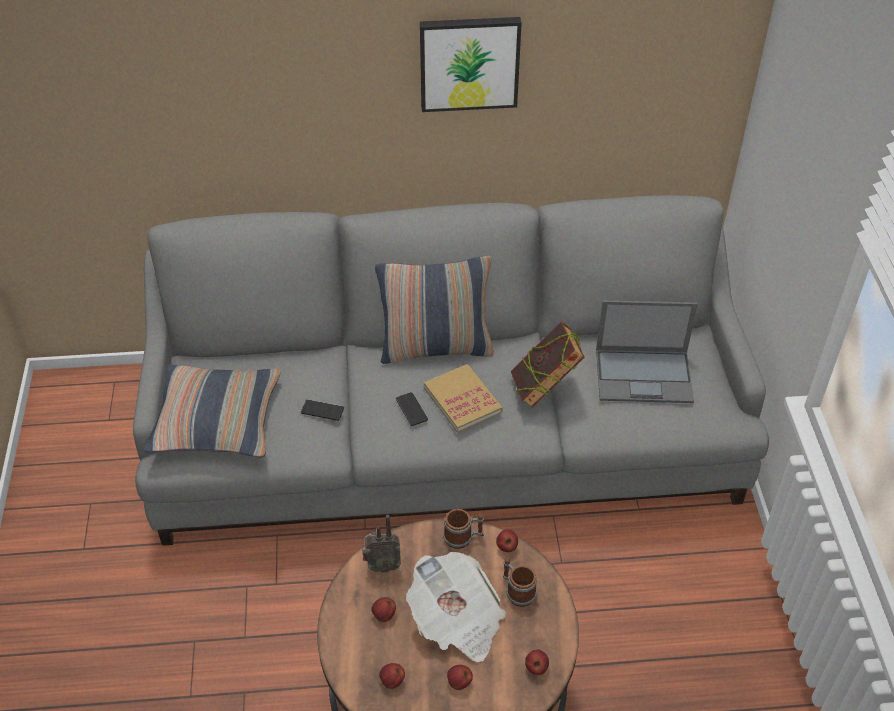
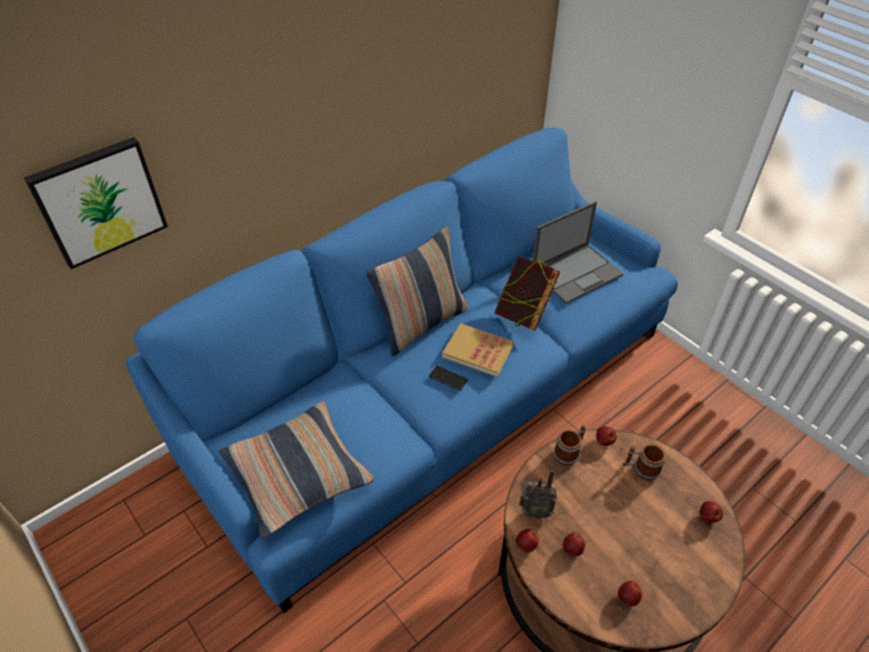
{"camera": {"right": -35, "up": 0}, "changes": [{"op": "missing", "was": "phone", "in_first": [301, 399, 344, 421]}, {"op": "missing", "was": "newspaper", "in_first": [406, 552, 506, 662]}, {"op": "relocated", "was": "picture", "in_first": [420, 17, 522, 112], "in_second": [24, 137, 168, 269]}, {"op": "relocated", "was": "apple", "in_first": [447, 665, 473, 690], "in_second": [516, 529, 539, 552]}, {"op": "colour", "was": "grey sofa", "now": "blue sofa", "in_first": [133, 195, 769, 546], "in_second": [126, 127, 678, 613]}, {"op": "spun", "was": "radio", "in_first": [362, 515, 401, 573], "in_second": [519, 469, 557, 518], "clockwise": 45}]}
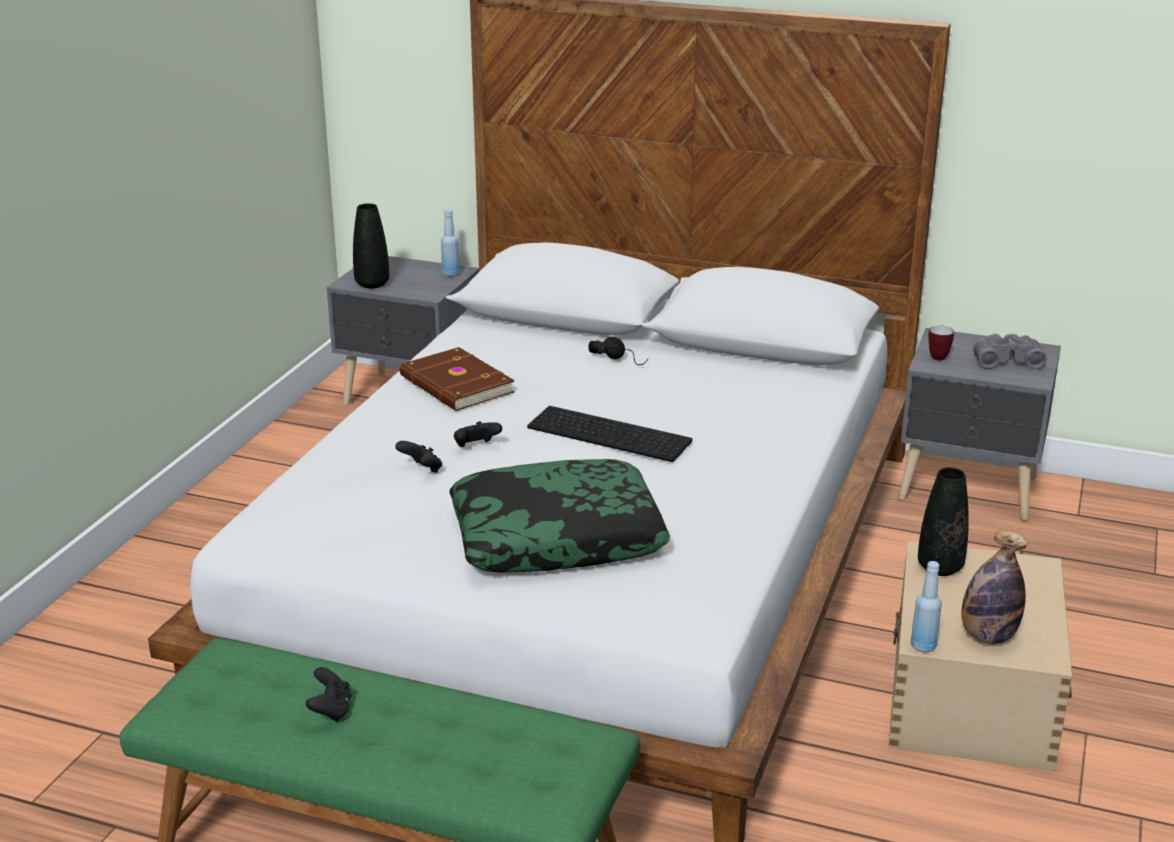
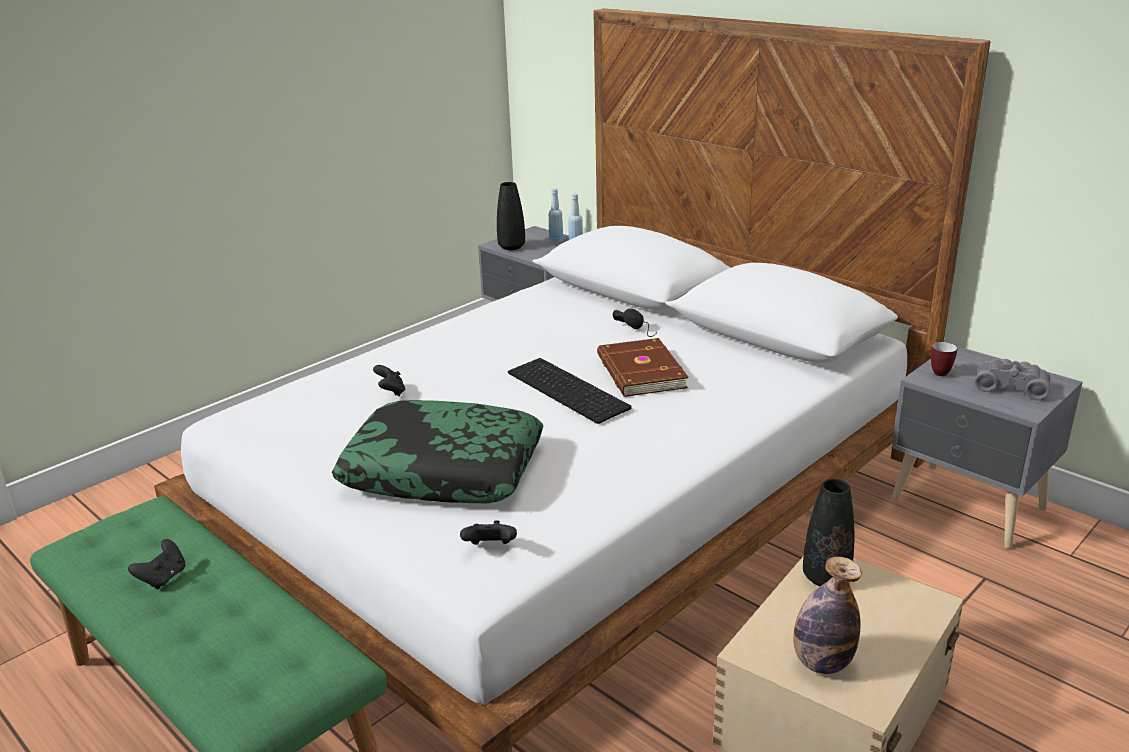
{"camera": {"right": 25, "up": 0}, "changes": [{"op": "relocated", "was": "brown book", "in_first": [399, 347, 515, 411], "in_second": [597, 338, 688, 397]}, {"op": "relocated", "was": "black game controller", "in_first": [454, 421, 502, 447], "in_second": [460, 520, 517, 545]}, {"op": "relocated", "was": "blue bottle", "in_first": [911, 561, 942, 652], "in_second": [548, 188, 563, 243]}]}
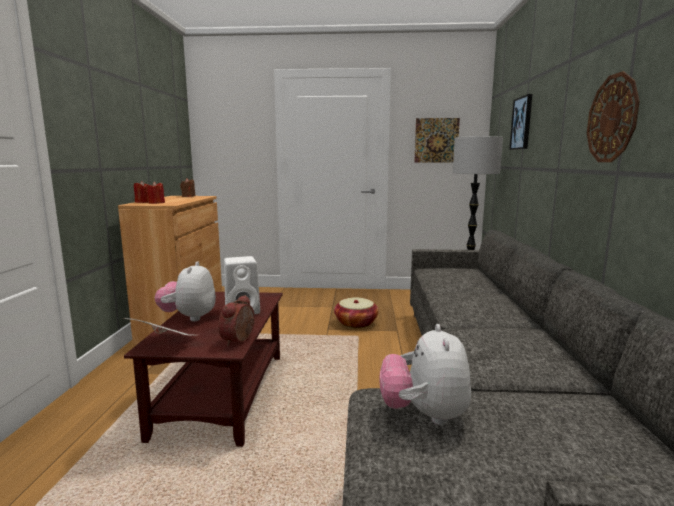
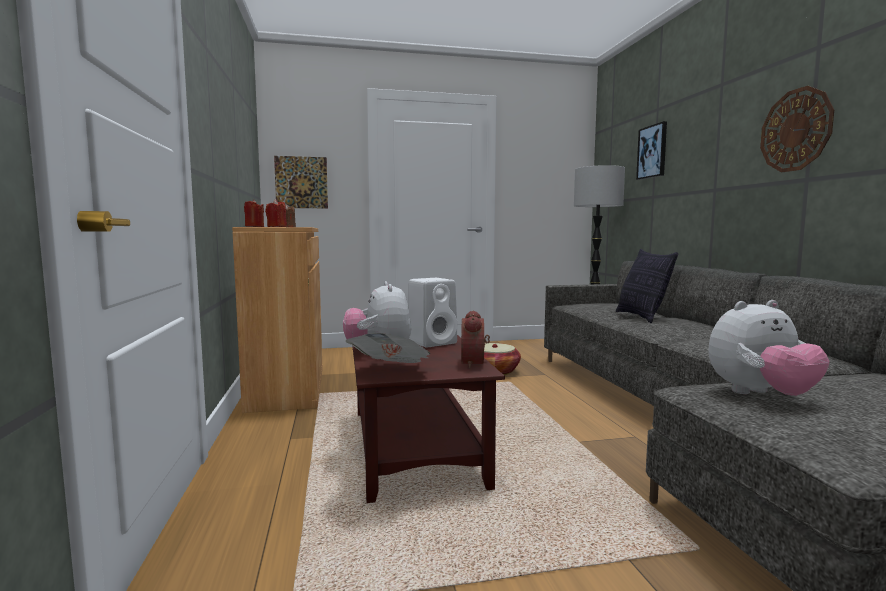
{"camera": {"right": -15, "up": -5}, "changes": [{"op": "appeared", "now": "pillow", "in_second": [616, 249, 678, 323]}, {"op": "relocated", "was": "picture", "in_first": [414, 118, 460, 162], "in_second": [274, 156, 328, 208]}, {"op": "spun", "was": "plush toy", "in_first": [379, 324, 471, 425], "in_second": [708, 300, 830, 396], "clockwise": -90}]}
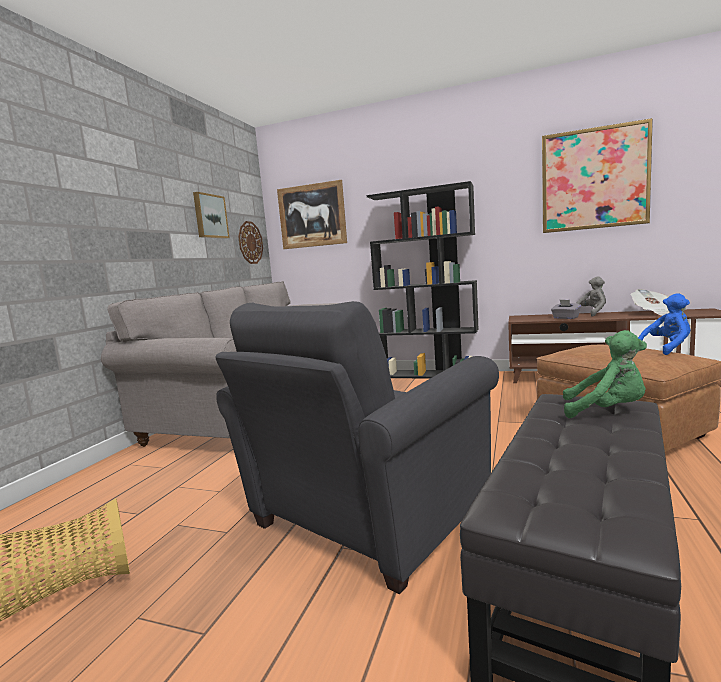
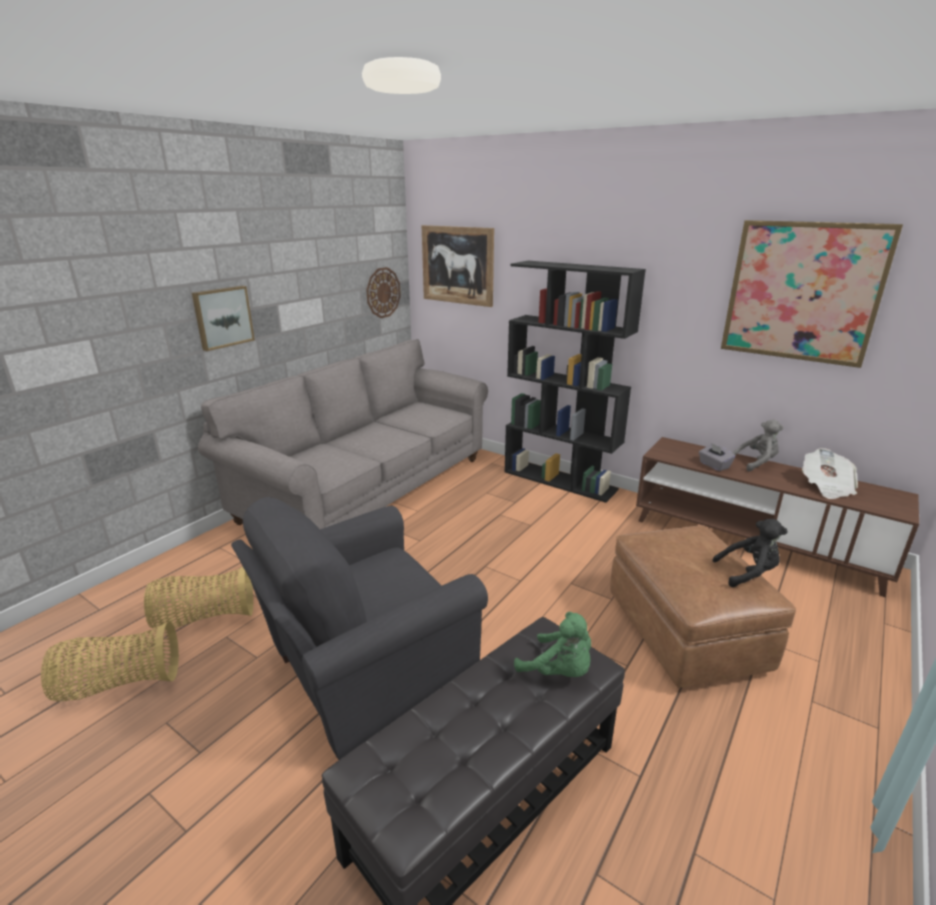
{"camera": {"right": 15, "up": 15}, "changes": [{"op": "appeared", "now": "basket", "in_second": [144, 567, 253, 629]}, {"op": "relocated", "was": "picture", "in_first": [193, 192, 230, 239], "in_second": [192, 286, 255, 351]}, {"op": "colour", "was": "blue plush toy", "now": "black plush toy", "in_first": [638, 293, 690, 355], "in_second": [712, 519, 788, 587]}]}
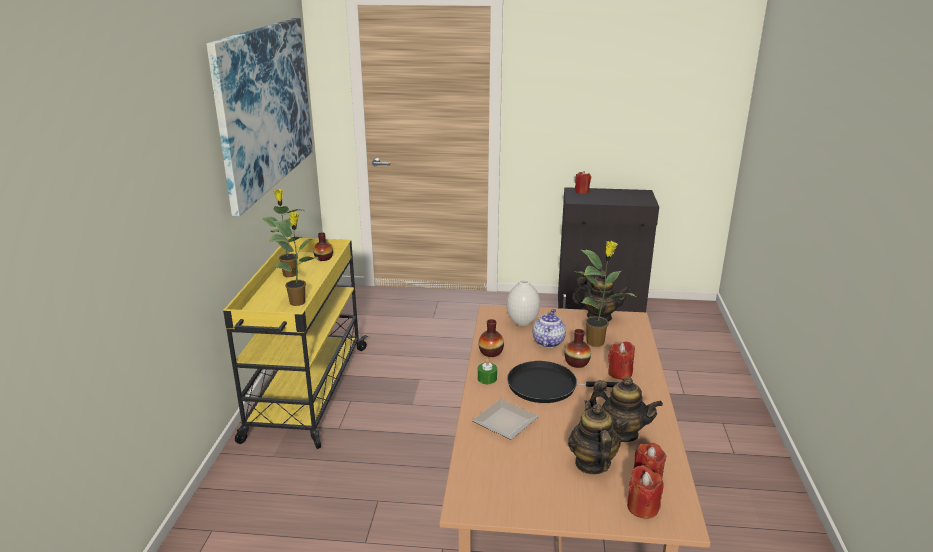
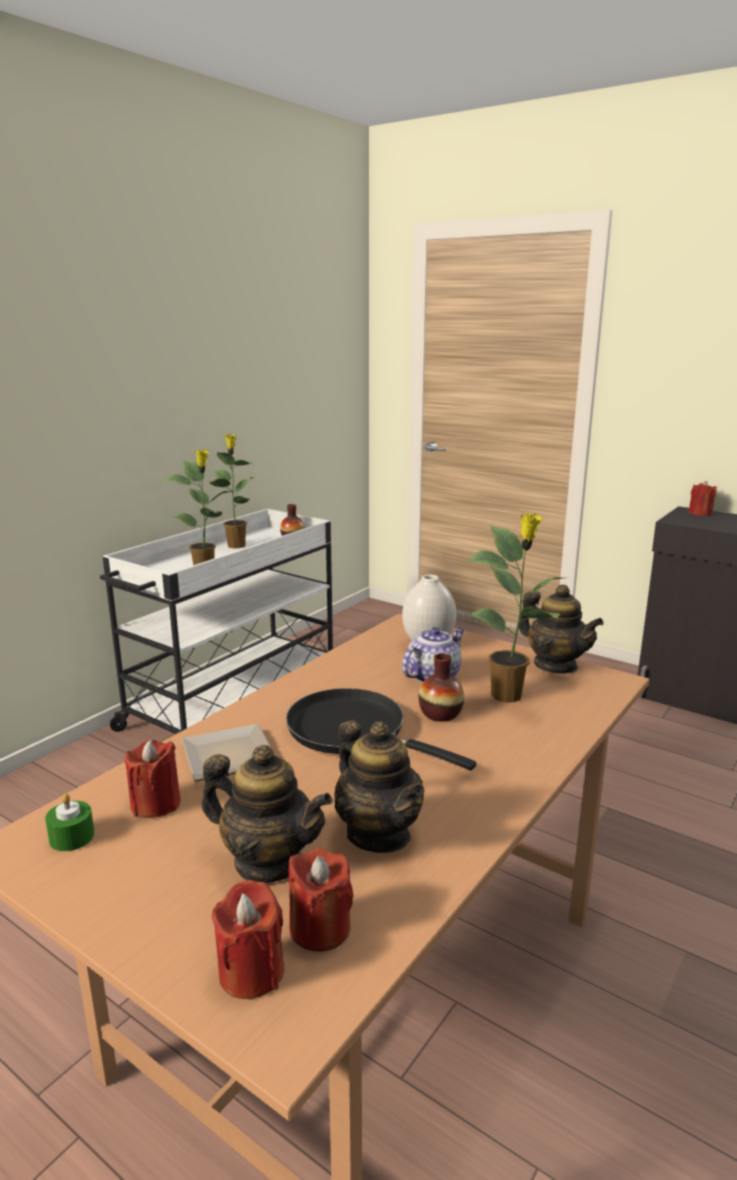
{"camera": {"right": 30, "up": -5}, "changes": [{"op": "missing", "was": "picture", "in_first": [206, 18, 313, 216]}, {"op": "missing", "was": "vase", "in_first": [478, 319, 504, 357]}, {"op": "relocated", "was": "green candle", "in_first": [477, 359, 497, 384], "in_second": [45, 793, 95, 851]}, {"op": "relocated", "was": "red candle", "in_first": [608, 341, 635, 380], "in_second": [125, 740, 181, 818]}, {"op": "colour", "was": "yellow cart", "now": "white cart", "in_first": [223, 237, 368, 449], "in_second": [100, 509, 333, 734]}, {"op": "spun", "was": "teapot", "in_first": [568, 400, 621, 474], "in_second": [202, 745, 332, 883], "clockwise": 90}]}
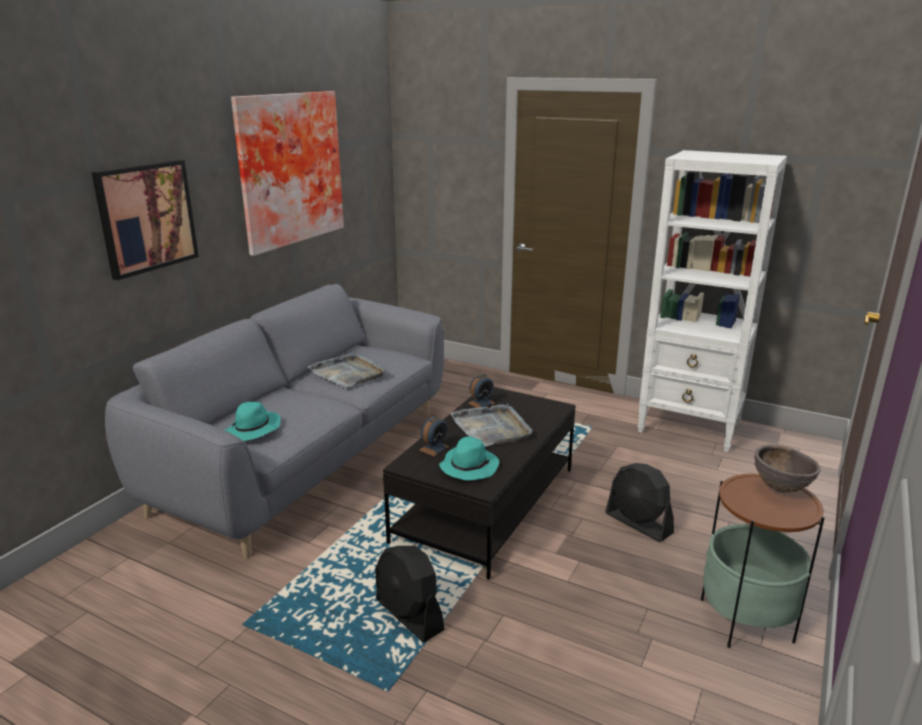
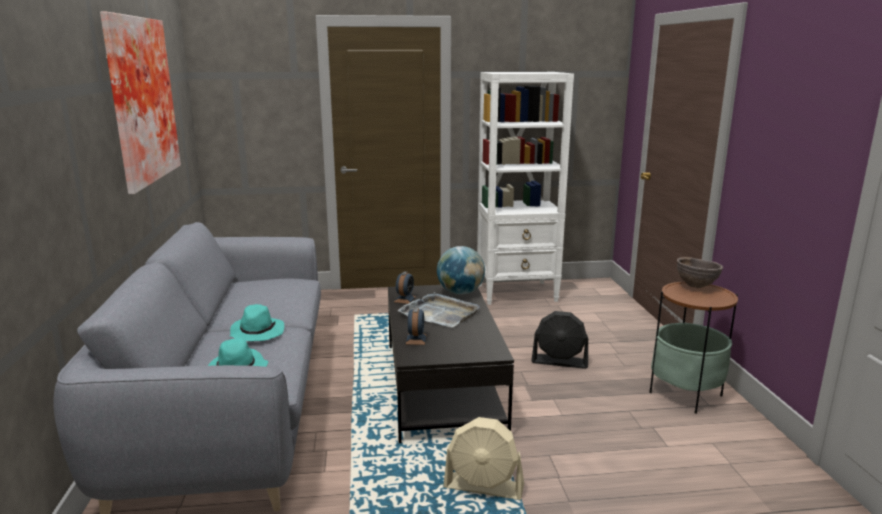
{"camera": {"right": -35, "up": -5}, "changes": [{"op": "missing", "was": "picture", "in_first": [92, 160, 199, 280]}, {"op": "missing", "was": "grey tray", "in_first": [308, 352, 386, 388]}, {"op": "appeared", "now": "globe", "in_second": [437, 246, 485, 295]}, {"op": "relocated", "was": "turquoise hat", "in_first": [439, 436, 499, 480], "in_second": [229, 304, 284, 341]}, {"op": "colour", "was": "black fan", "now": "beige fan", "in_first": [375, 546, 445, 643], "in_second": [443, 417, 524, 500]}]}
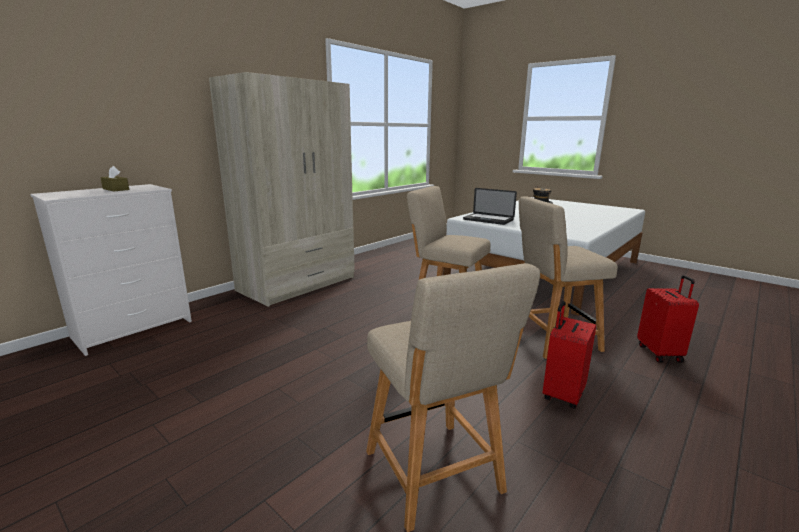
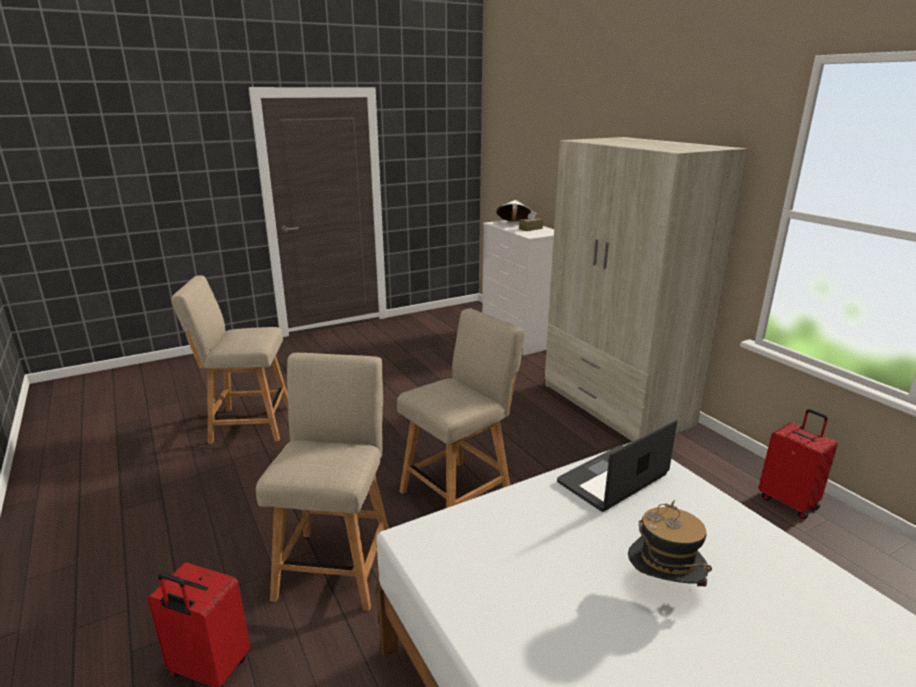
{"camera": {"right": 110, "up": 5}, "changes": [{"op": "appeared", "now": "white hat", "in_second": [496, 200, 531, 222]}, {"op": "relocated", "was": "red suitcase", "in_first": [542, 301, 596, 409], "in_second": [759, 409, 838, 519]}]}
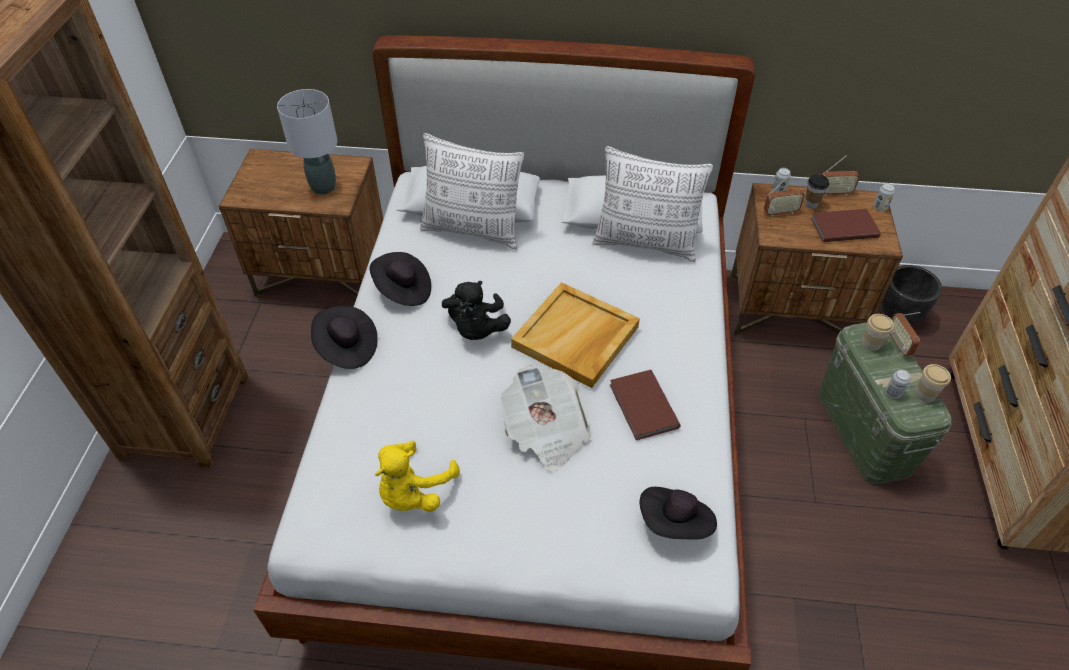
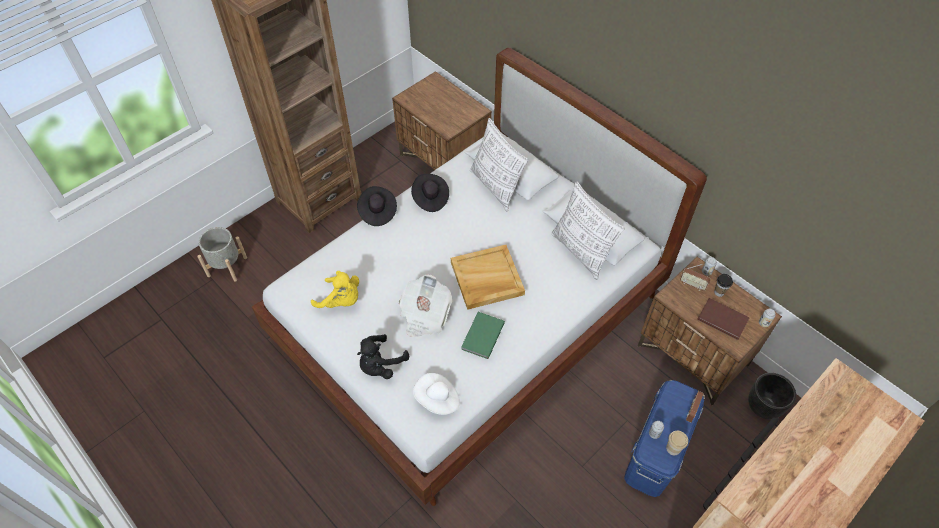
{"camera": {"right": 40, "up": 5}, "changes": [{"op": "missing", "was": "grey table lamp", "in_first": [277, 89, 338, 195]}, {"op": "missing", "was": "radio", "in_first": [822, 155, 860, 196]}, {"op": "missing", "was": "cup", "in_first": [862, 314, 894, 351]}, {"op": "appeared", "now": "grey planter", "in_second": [197, 227, 247, 282]}, {"op": "relocated", "was": "black plush toy", "in_first": [442, 281, 511, 340], "in_second": [357, 334, 409, 379]}, {"op": "colour", "was": "brown book", "now": "green book", "in_first": [610, 370, 681, 440], "in_second": [461, 312, 505, 359]}, {"op": "colour", "was": "black hat", "now": "white hat", "in_first": [640, 487, 717, 540], "in_second": [413, 373, 460, 415]}, {"op": "colour", "was": "green storage box", "now": "blue storage box", "in_first": [818, 322, 952, 484], "in_second": [624, 380, 704, 497]}, {"op": "spun", "was": "yellow plush toy", "in_first": [375, 440, 460, 512], "in_second": [311, 271, 359, 308], "clockwise": -135}]}
